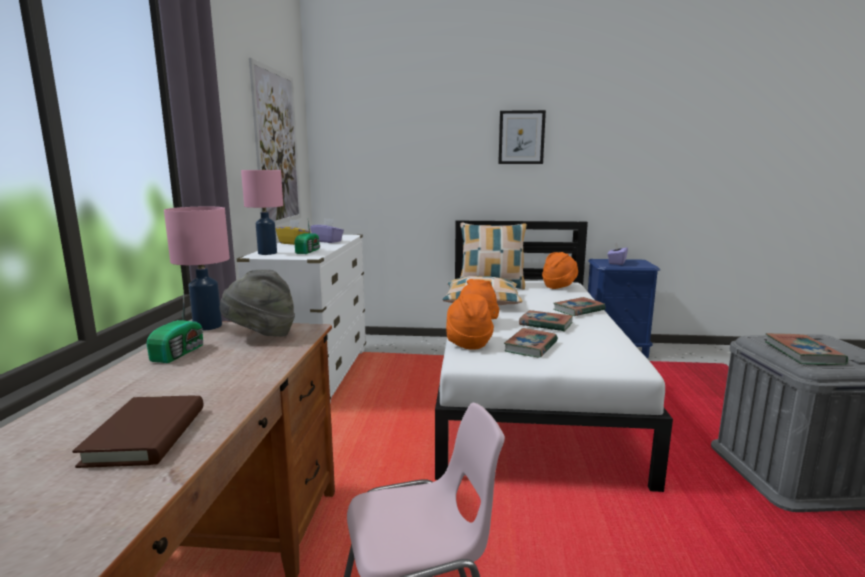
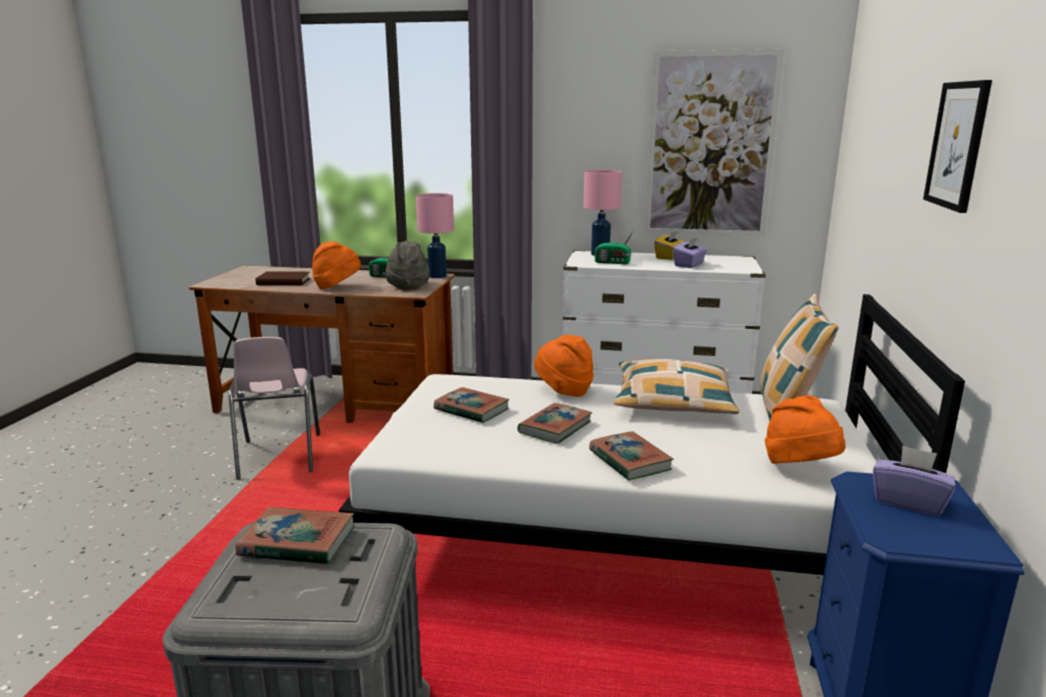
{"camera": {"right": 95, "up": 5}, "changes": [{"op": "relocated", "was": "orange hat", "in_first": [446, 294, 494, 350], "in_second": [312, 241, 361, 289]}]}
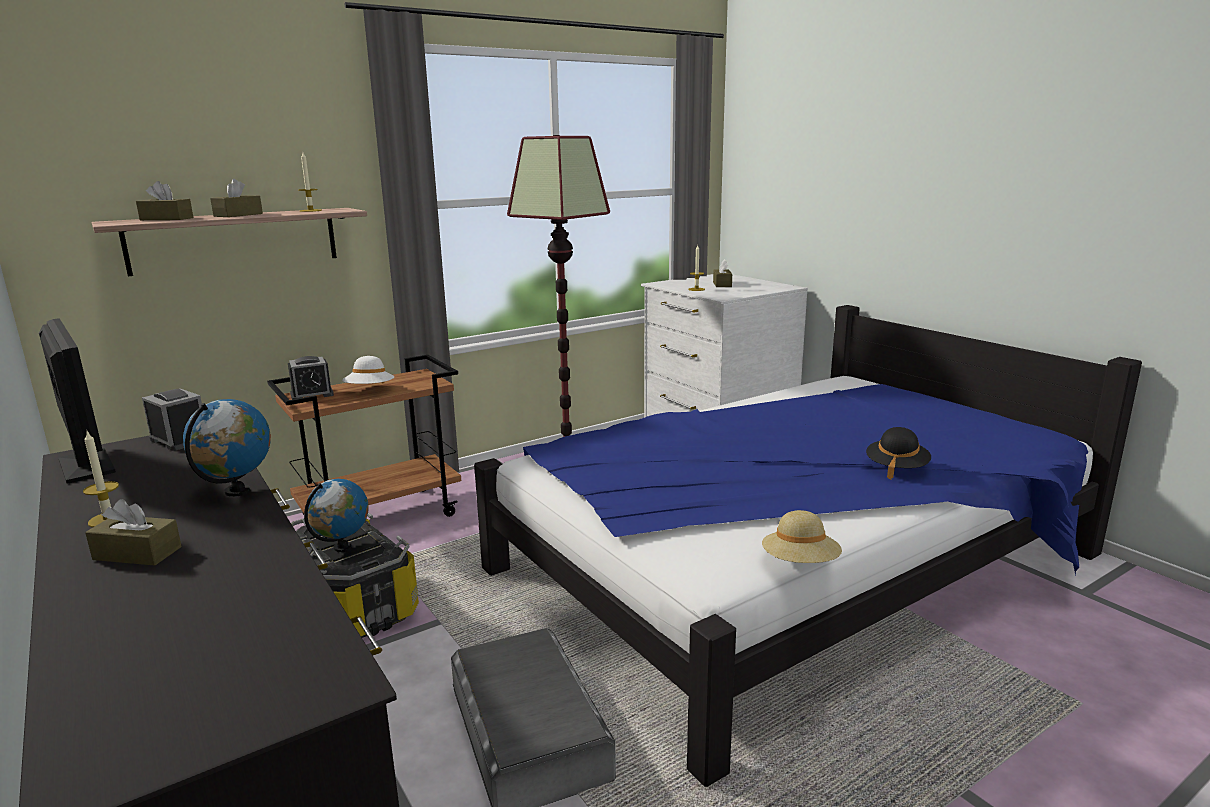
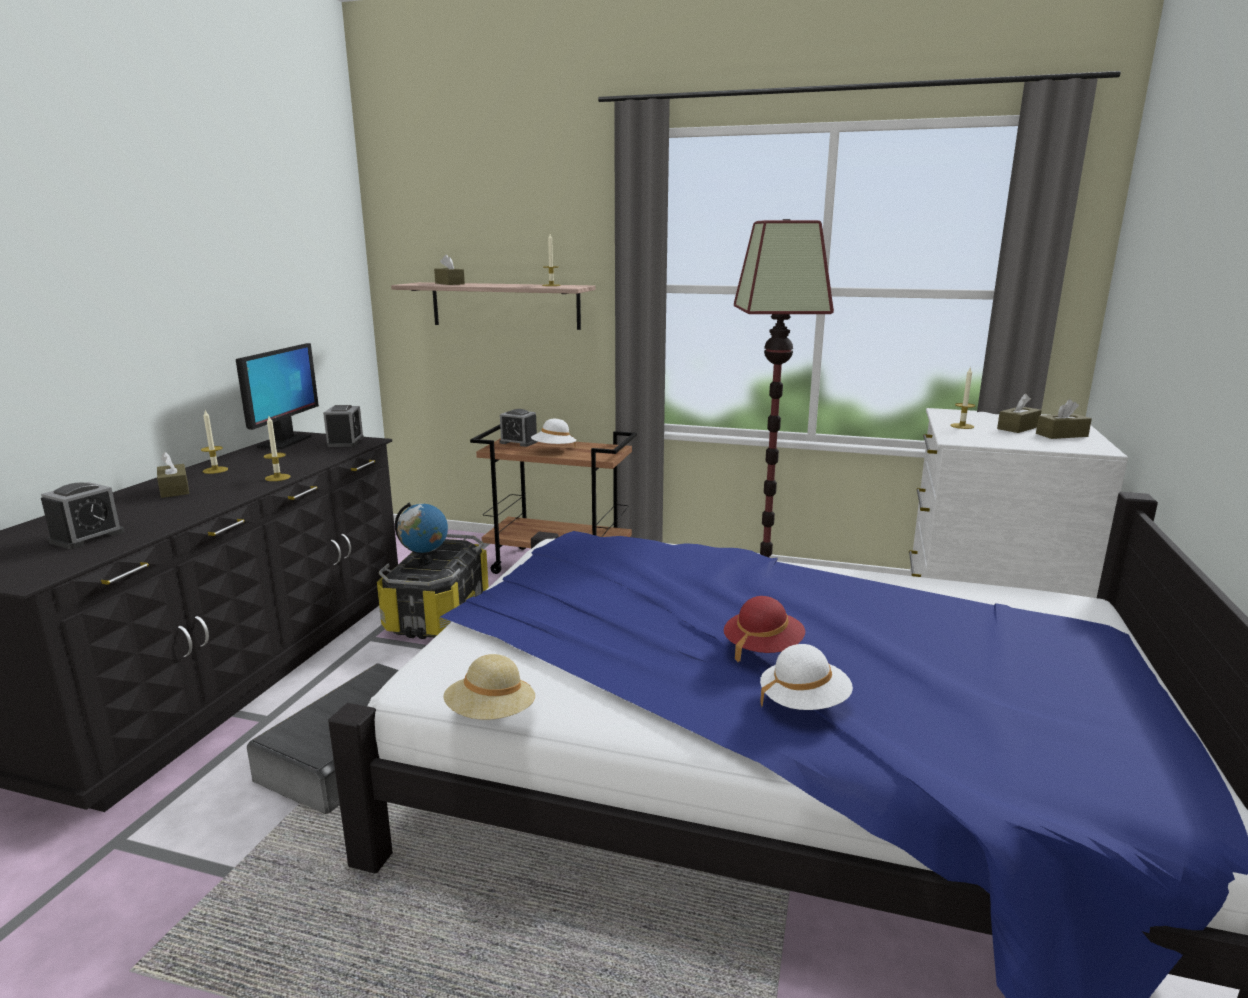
{"camera": {"right": 50, "up": 0}, "changes": [{"op": "appeared", "now": "alarm clock", "in_second": [41, 482, 125, 549]}, {"op": "appeared", "now": "red hat", "in_second": [724, 596, 805, 663]}, {"op": "relocated", "was": "brown tissue box", "in_first": [210, 179, 263, 217], "in_second": [1036, 399, 1092, 439]}, {"op": "exchanged", "was": "globe", "now": "candle", "in_first": [183, 399, 271, 497], "in_second": [264, 416, 290, 481]}, {"op": "colour", "was": "black hat", "now": "white hat", "in_first": [866, 427, 931, 480], "in_second": [760, 644, 853, 710]}]}
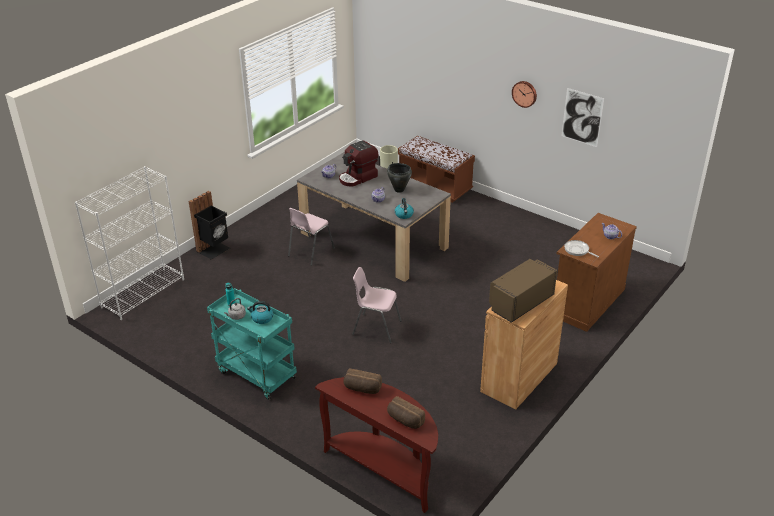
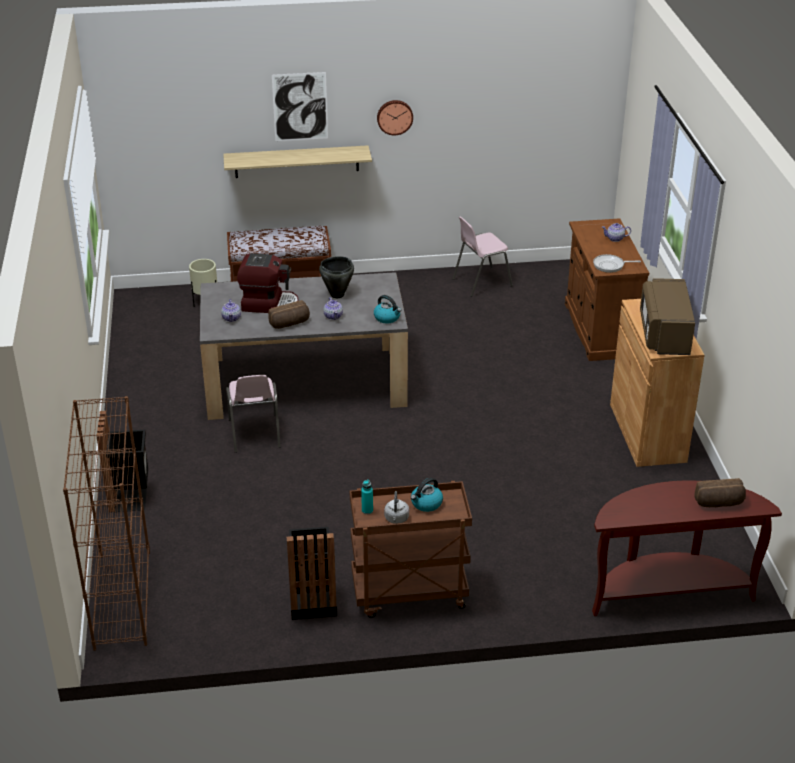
{"camera": {"right": -45, "up": 0}, "changes": [{"op": "appeared", "now": "shelf", "in_second": [223, 145, 372, 178]}, {"op": "appeared", "now": "black trash can", "in_second": [287, 527, 337, 620]}, {"op": "relocated", "was": "bread", "in_first": [343, 369, 382, 394], "in_second": [268, 300, 310, 329]}, {"op": "relocated", "was": "pink chair", "in_first": [352, 267, 402, 343], "in_second": [453, 216, 513, 297]}, {"op": "relocated", "was": "picture", "in_first": [561, 88, 604, 147], "in_second": [272, 72, 328, 141]}, {"op": "colour", "was": "white bookcase", "now": "brown bookcase", "in_first": [75, 166, 184, 320], "in_second": [63, 396, 150, 651]}, {"op": "colour", "was": "turquoise cart", "now": "brown cart", "in_first": [207, 288, 297, 400], "in_second": [350, 481, 472, 618]}, {"op": "spun", "was": "coffee machine", "in_first": [339, 140, 378, 186], "in_second": [237, 253, 299, 313], "clockwise": -90}]}
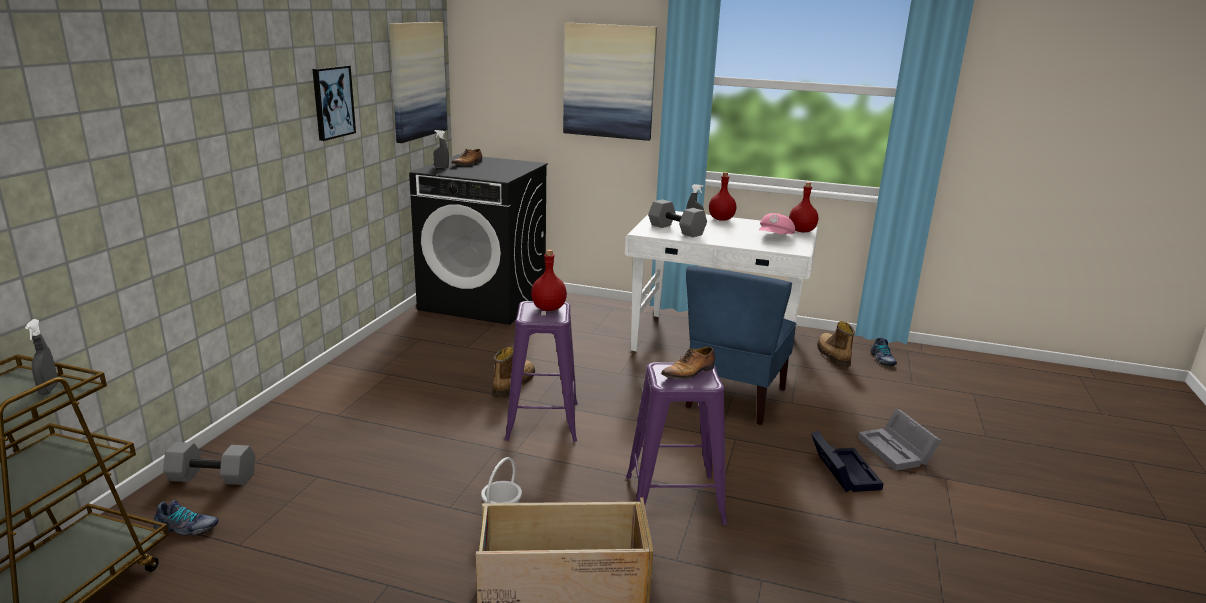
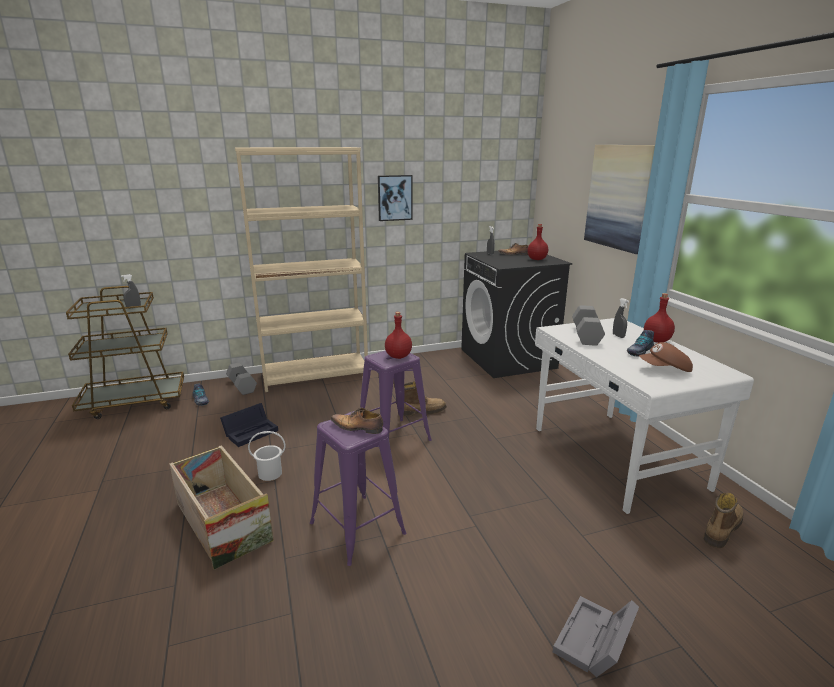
{"camera": {"right": 55, "up": 0}, "changes": [{"op": "missing", "was": "picture", "in_first": [389, 22, 447, 143]}, {"op": "missing", "was": "blue chair", "in_first": [686, 266, 796, 425]}, {"op": "appeared", "now": "beige bookcase", "in_second": [235, 147, 368, 392]}, {"op": "relocated", "was": "red bottle", "in_first": [789, 182, 818, 232], "in_second": [527, 224, 548, 260]}, {"op": "relocated", "was": "black storage box", "in_first": [811, 430, 884, 492], "in_second": [220, 403, 278, 447]}, {"op": "relocated", "was": "shoe", "in_first": [870, 337, 897, 366], "in_second": [627, 330, 654, 357]}, {"op": "colour", "was": "pink cap", "now": "brown cap", "in_first": [759, 213, 795, 234], "in_second": [639, 342, 693, 372]}]}
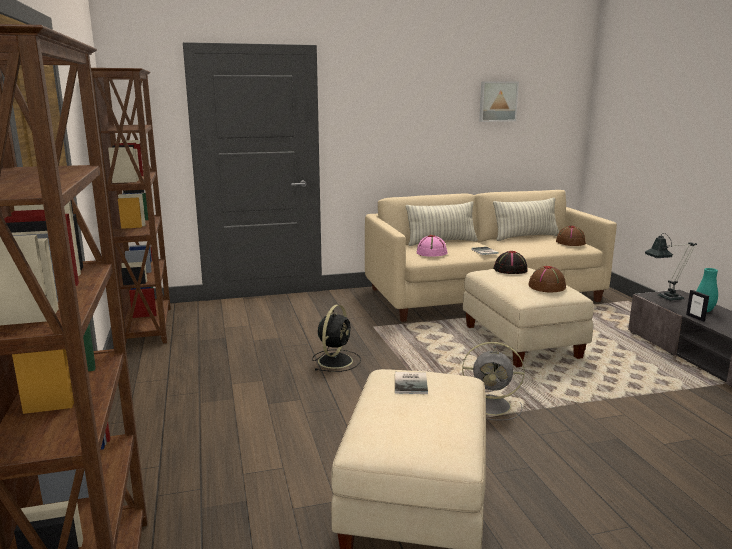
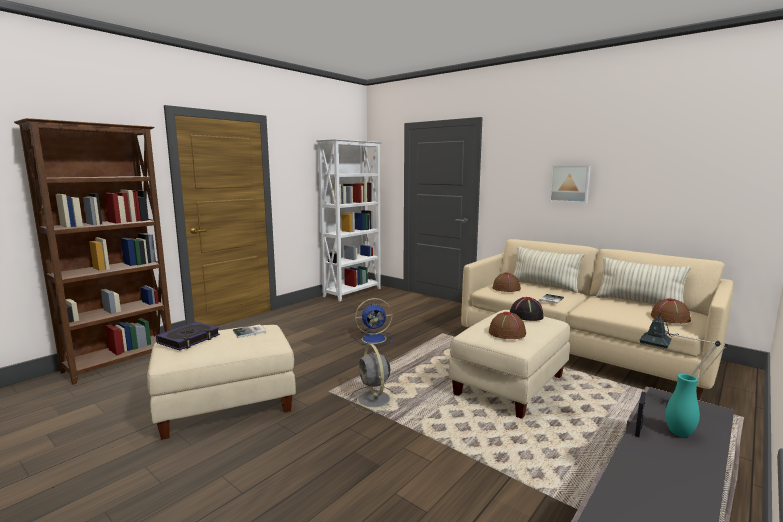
{"camera": {"right": 55, "up": -5}, "changes": [{"op": "appeared", "now": "book", "in_second": [156, 322, 220, 350]}, {"op": "relocated", "was": "picture", "in_first": [479, 81, 519, 122], "in_second": [549, 165, 591, 203]}, {"op": "colour", "was": "brown bookcase", "now": "white bookcase", "in_first": [91, 68, 171, 345], "in_second": [316, 139, 383, 301]}, {"op": "colour", "was": "black fan", "now": "blue fan", "in_first": [312, 305, 361, 372], "in_second": [354, 298, 393, 346]}, {"op": "colour", "was": "pink hat", "now": "brown hat", "in_first": [417, 235, 447, 257], "in_second": [493, 272, 521, 292]}]}
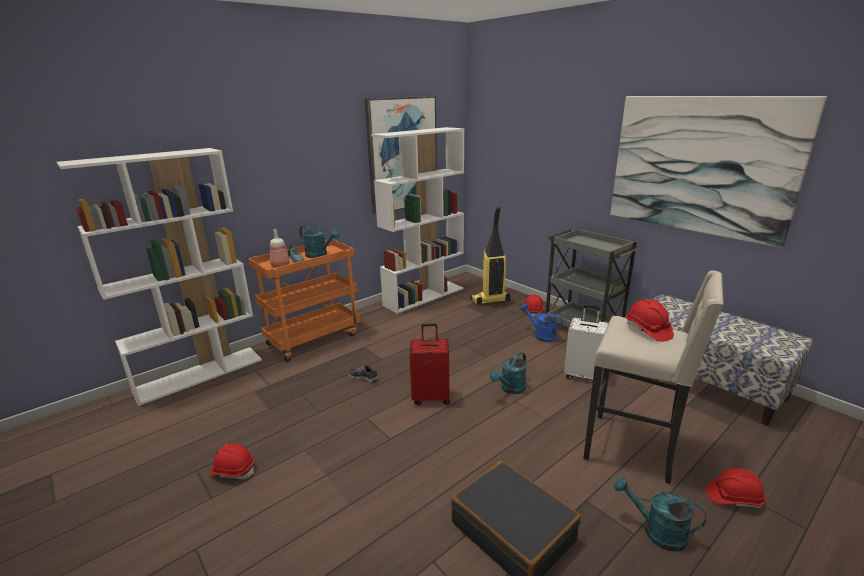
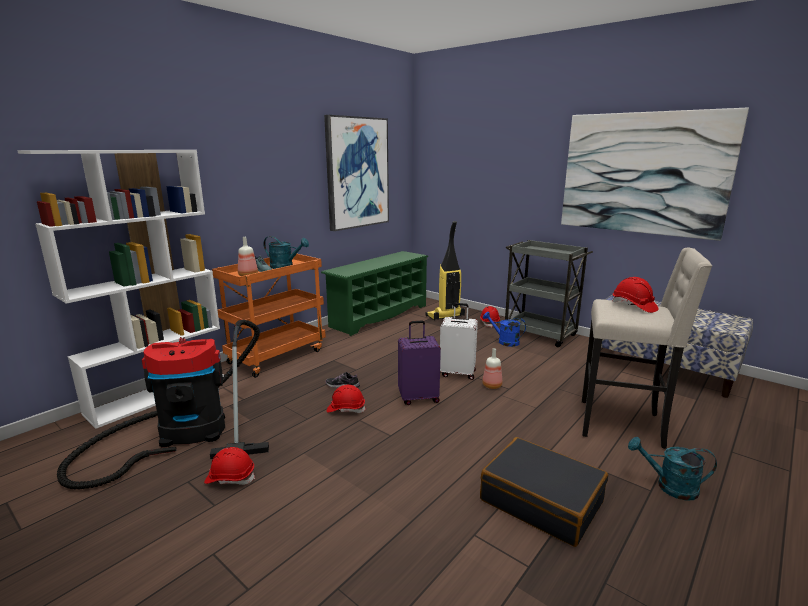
{"camera": {"right": -10, "up": -5}, "changes": [{"op": "appeared", "now": "vacuum cleaner", "in_second": [57, 320, 269, 490]}, {"op": "relocated", "was": "white suitcase", "in_first": [564, 305, 608, 379], "in_second": [440, 303, 478, 380]}, {"op": "relocated", "was": "red hard hat", "in_first": [706, 468, 766, 508], "in_second": [327, 384, 366, 413]}, {"op": "exchanged", "was": "white bookcase", "now": "green shoe rack", "in_first": [371, 127, 464, 314], "in_second": [321, 251, 428, 336]}, {"op": "exchanged", "was": "turquoise watering can", "now": "bottle", "in_first": [490, 352, 527, 394], "in_second": [482, 348, 502, 389]}, {"op": "colour", "was": "red suitcase", "now": "purple suitcase", "in_first": [410, 324, 450, 405], "in_second": [398, 321, 441, 405]}]}
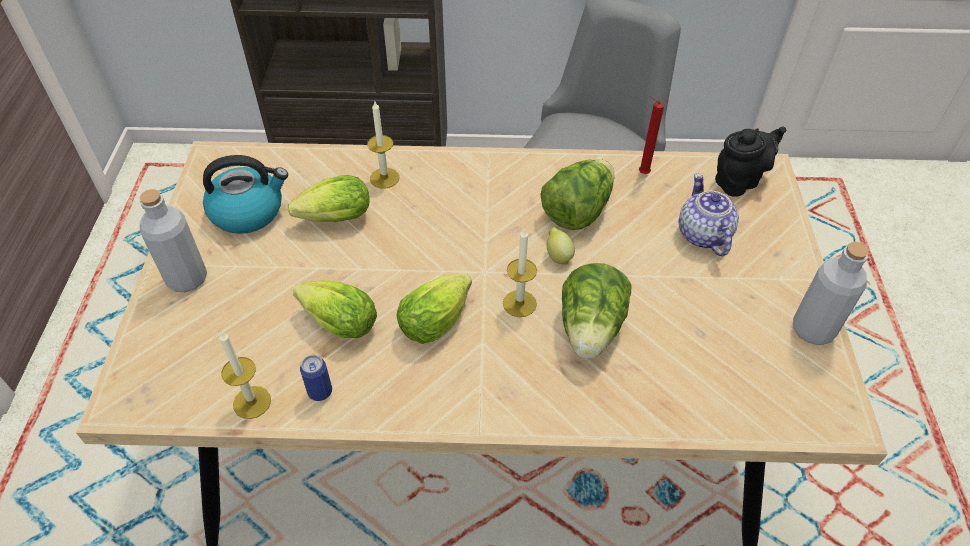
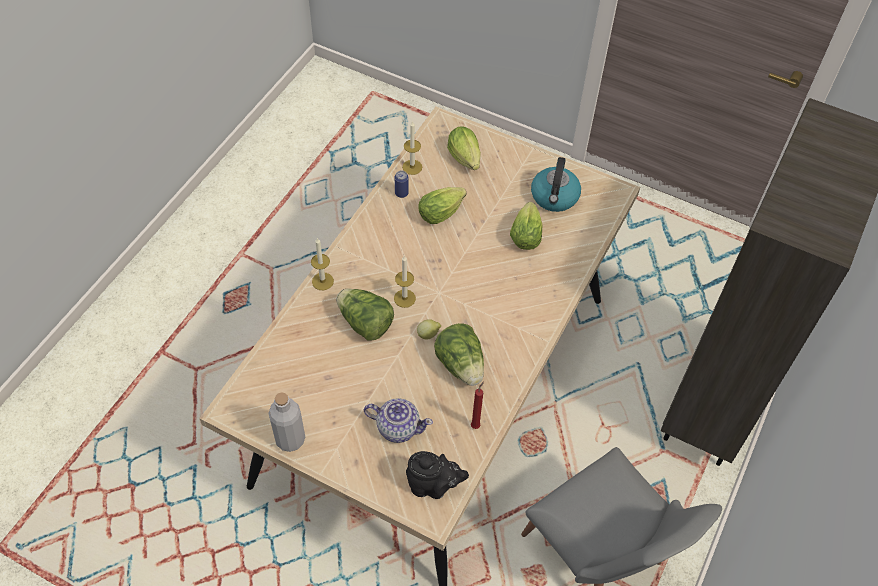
{"camera": {"right": 115, "up": 5}, "changes": [{"op": "missing", "was": "grey bottle", "in_first": [140, 189, 207, 292]}, {"op": "relocated", "was": "candle", "in_first": [367, 102, 399, 188], "in_second": [311, 238, 334, 290]}, {"op": "relocated", "was": "lettuce", "in_first": [396, 273, 472, 344], "in_second": [447, 126, 481, 170]}, {"op": "spun", "was": "black teapot", "in_first": [715, 126, 786, 197], "in_second": [406, 451, 469, 499], "clockwise": -75}]}
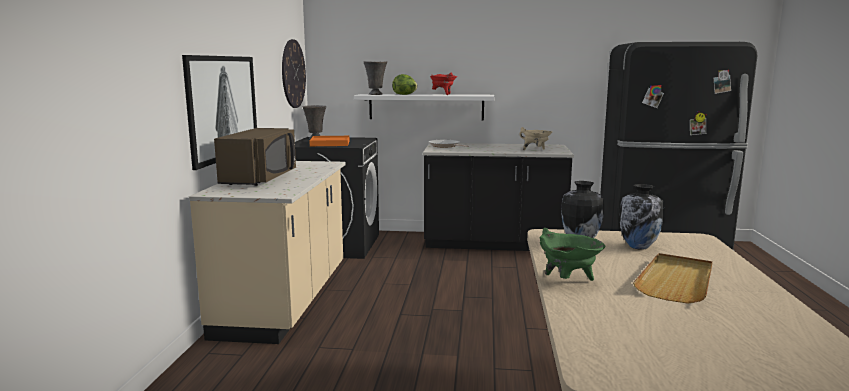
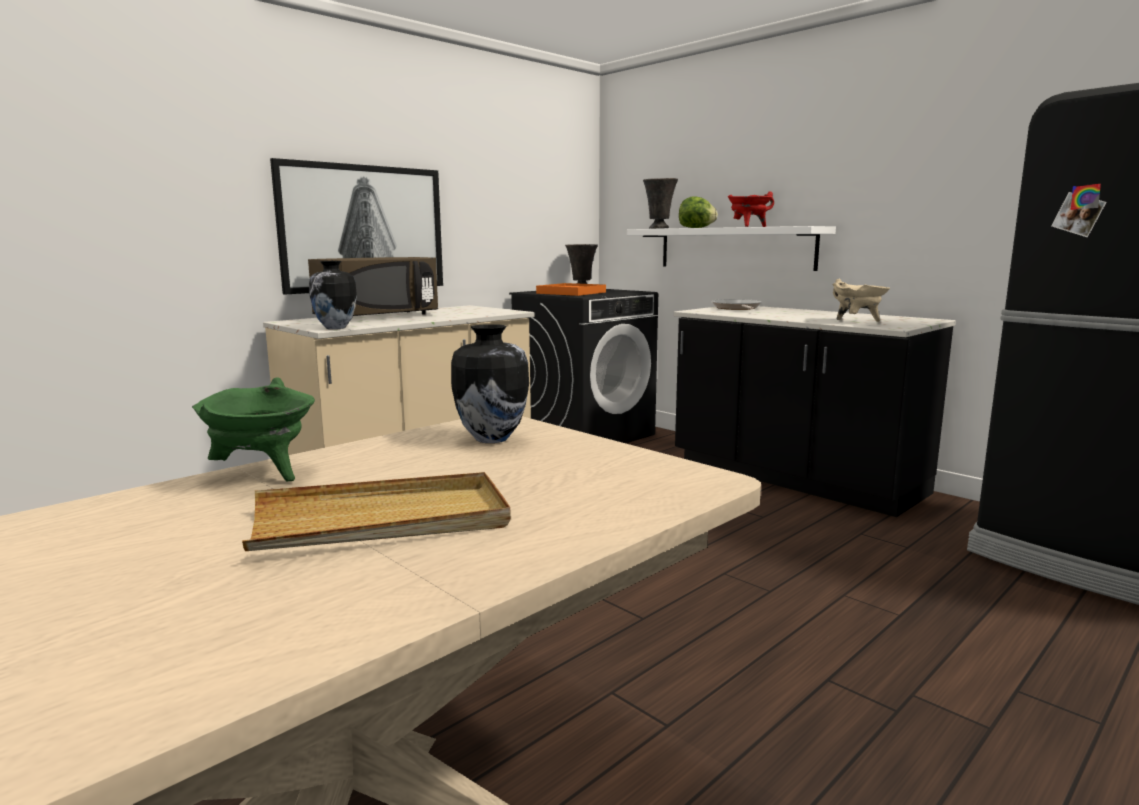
{"camera": {"right": 40, "up": 0}, "changes": [{"op": "missing", "was": "wall clock", "in_first": [282, 39, 306, 108]}, {"op": "relocated", "was": "vase", "in_first": [619, 184, 665, 250], "in_second": [309, 261, 357, 329]}]}
